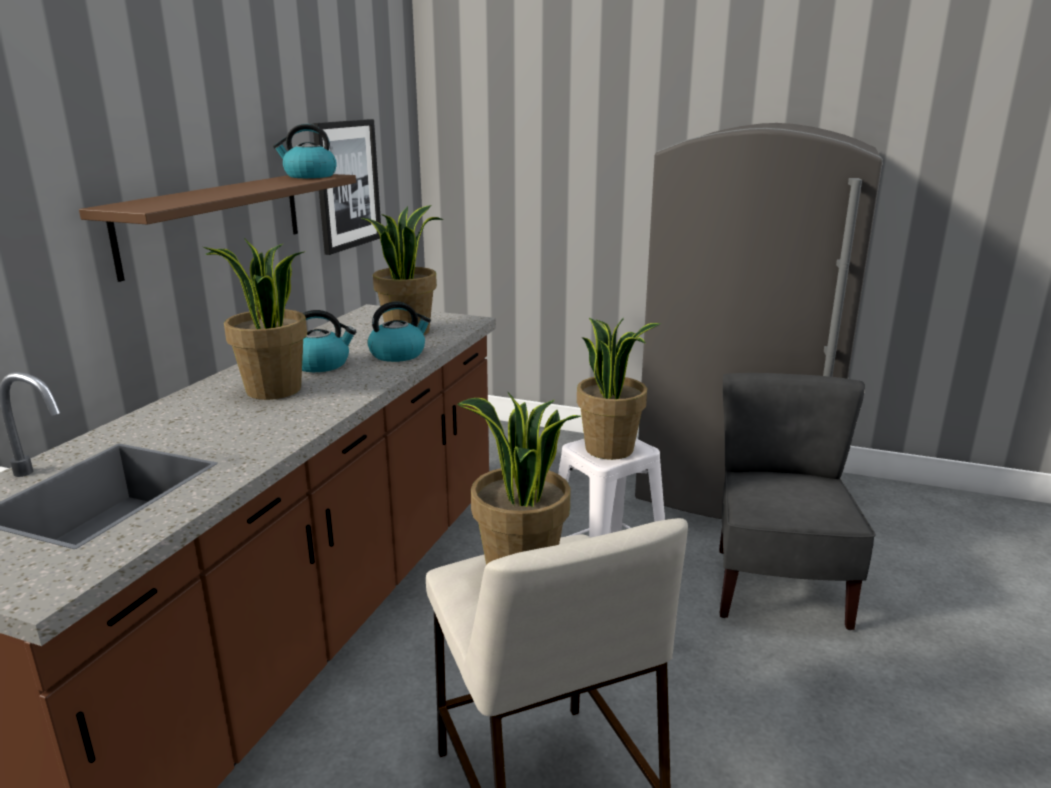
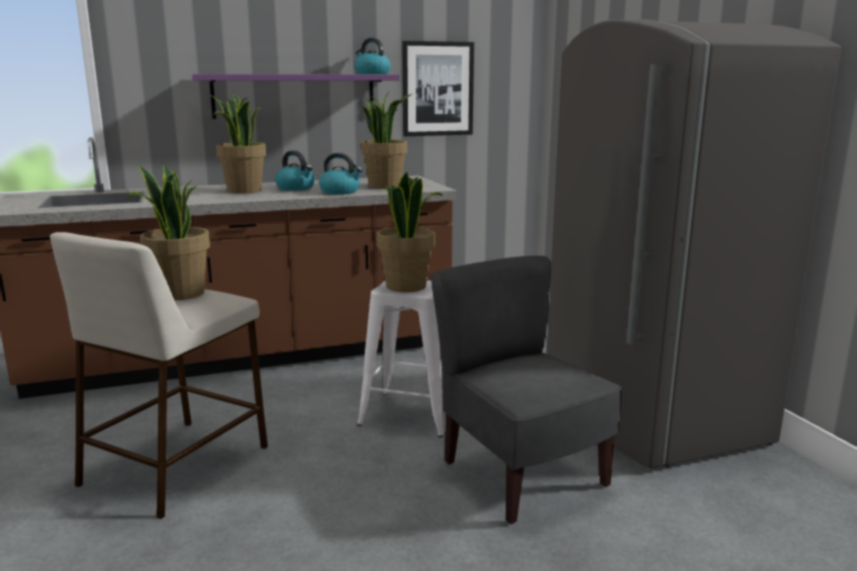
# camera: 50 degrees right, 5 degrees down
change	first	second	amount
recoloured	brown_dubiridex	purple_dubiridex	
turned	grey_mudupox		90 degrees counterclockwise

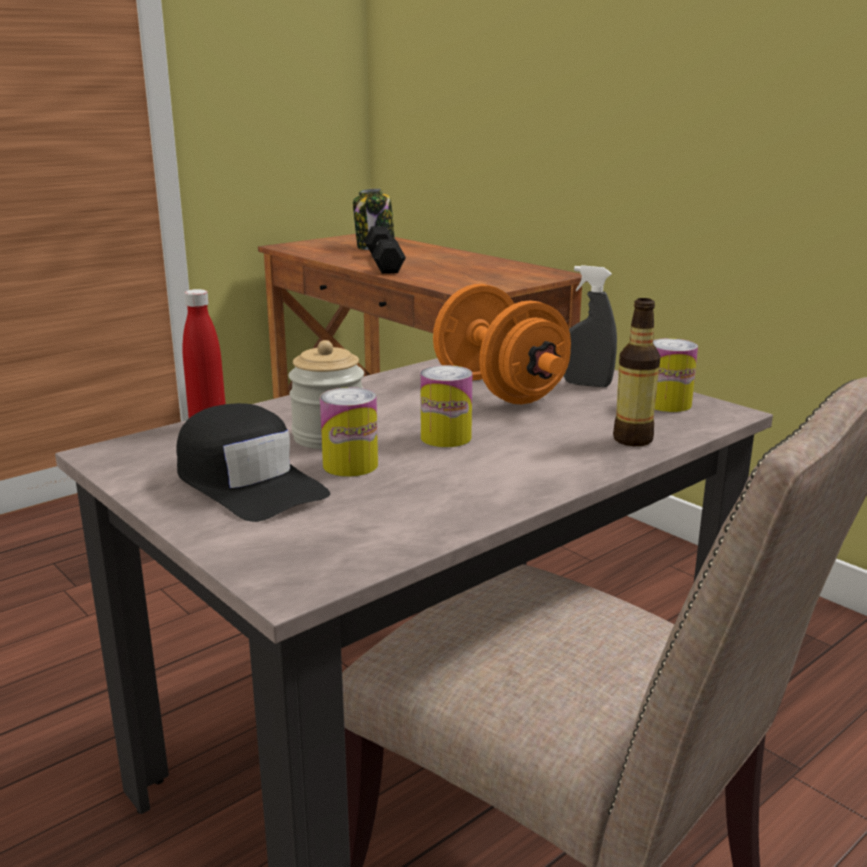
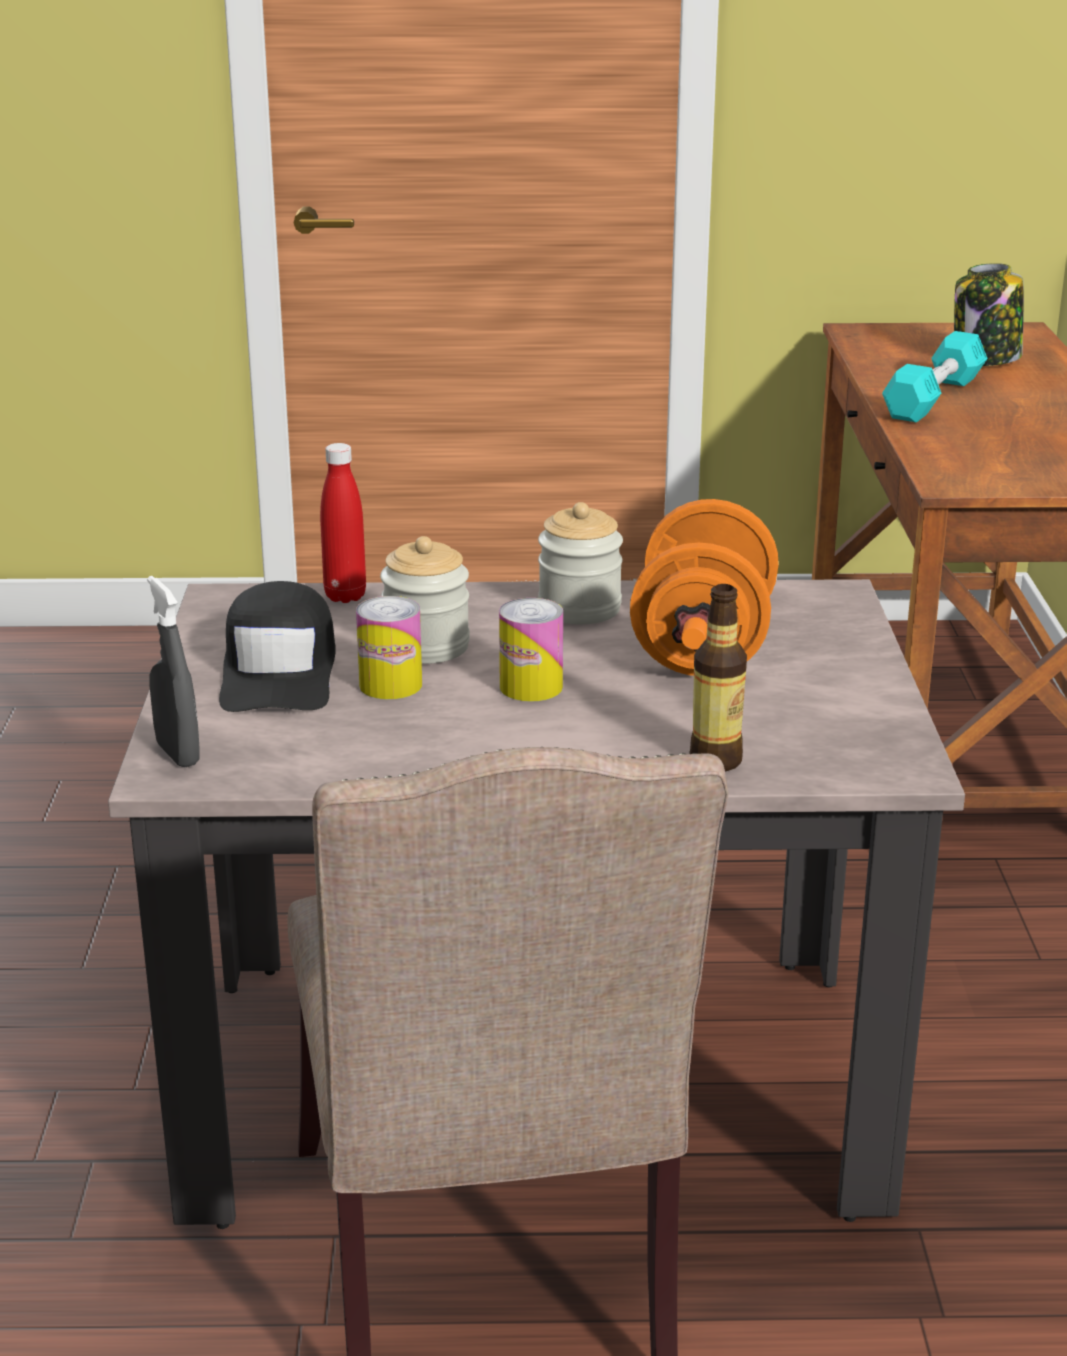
# camera: 40 degrees right, 5 degrees up
change	first	second	amount
recoloured	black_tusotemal	turquoise_tusotemal	
moved	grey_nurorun		
removed	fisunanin (3rd from left)		
added		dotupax (2nd from left)	

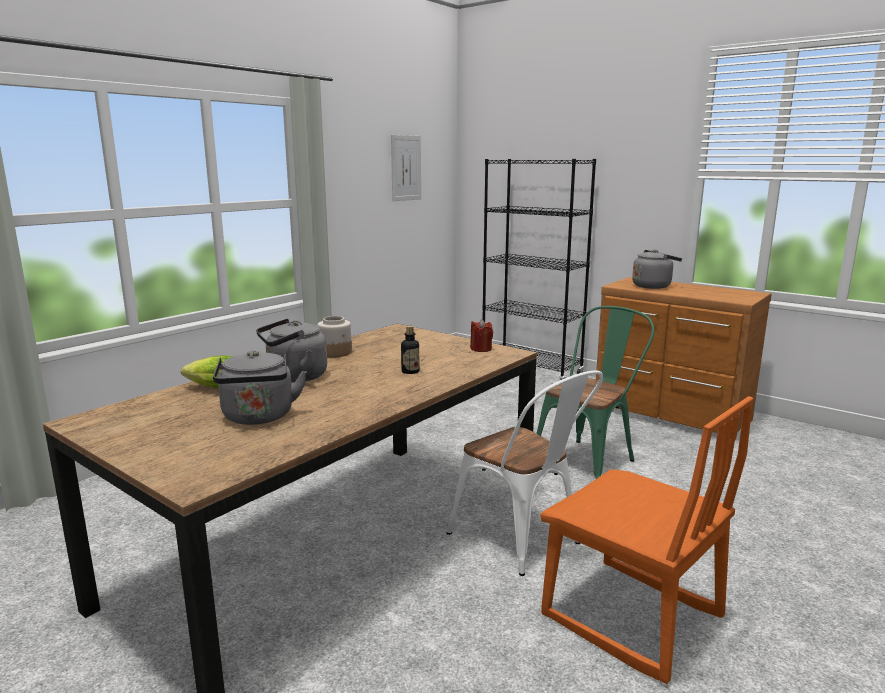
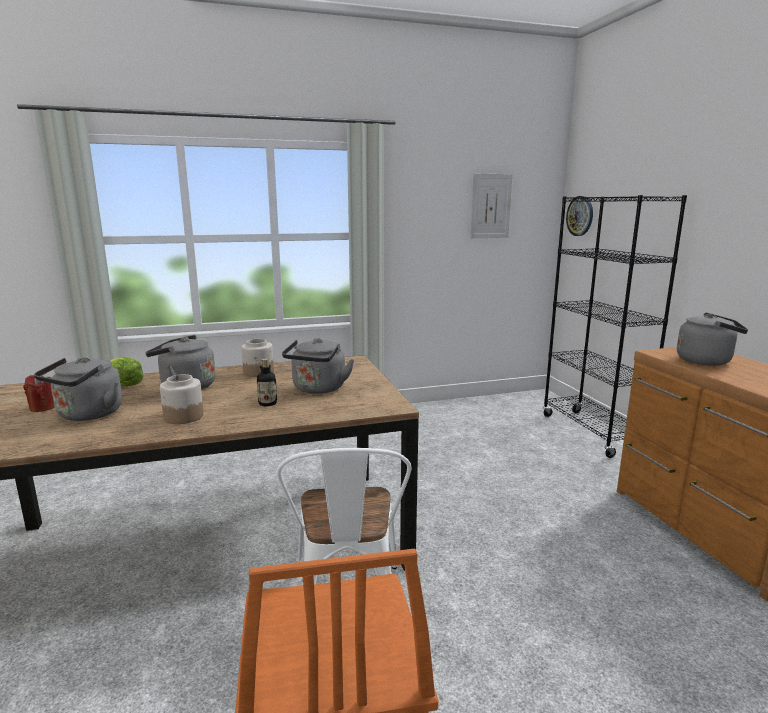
# camera: 35 degrees right, 0 degrees up
change	first	second	amount
moved	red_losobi		
removed	green_mudupox		
added		dotupax (1st from left)	
added		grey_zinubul (3rd from left)	
added		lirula	

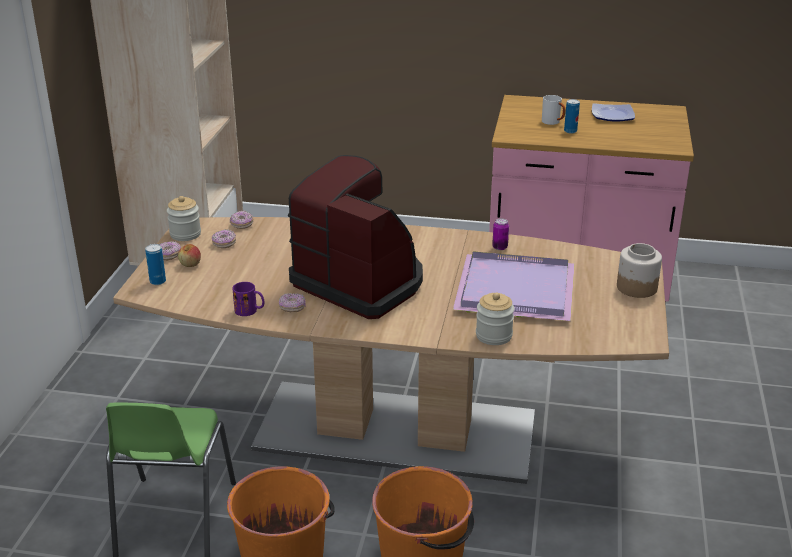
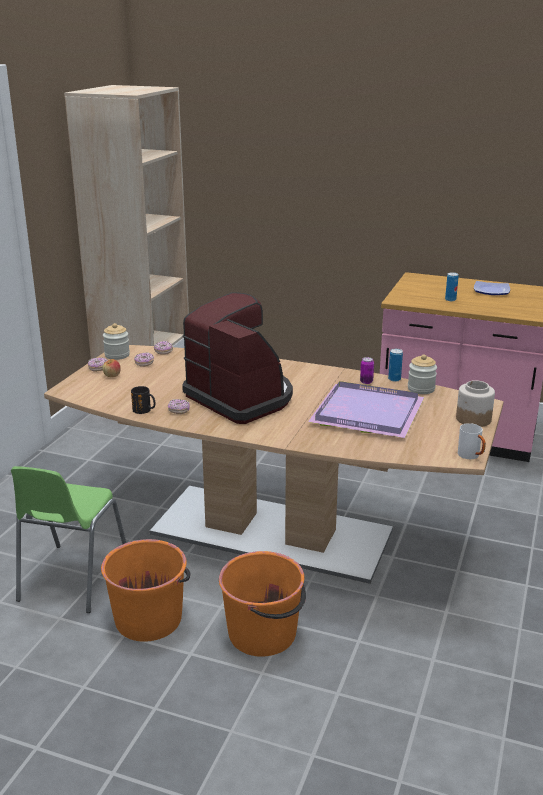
# camera: 10 degrees right, 5 degrees down
change	first	second	amount
moved	fisunanin (1st from left in the first image)	fisunanin (2nd from left)	
recoloured	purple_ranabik	black_ranabik	
moved	dotupax (2nd from left)		
moved	white_ranabik		

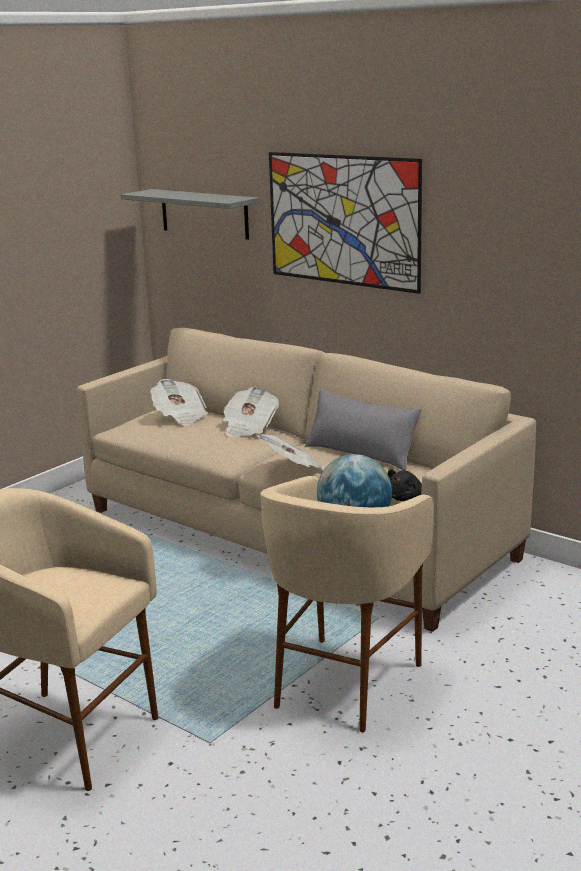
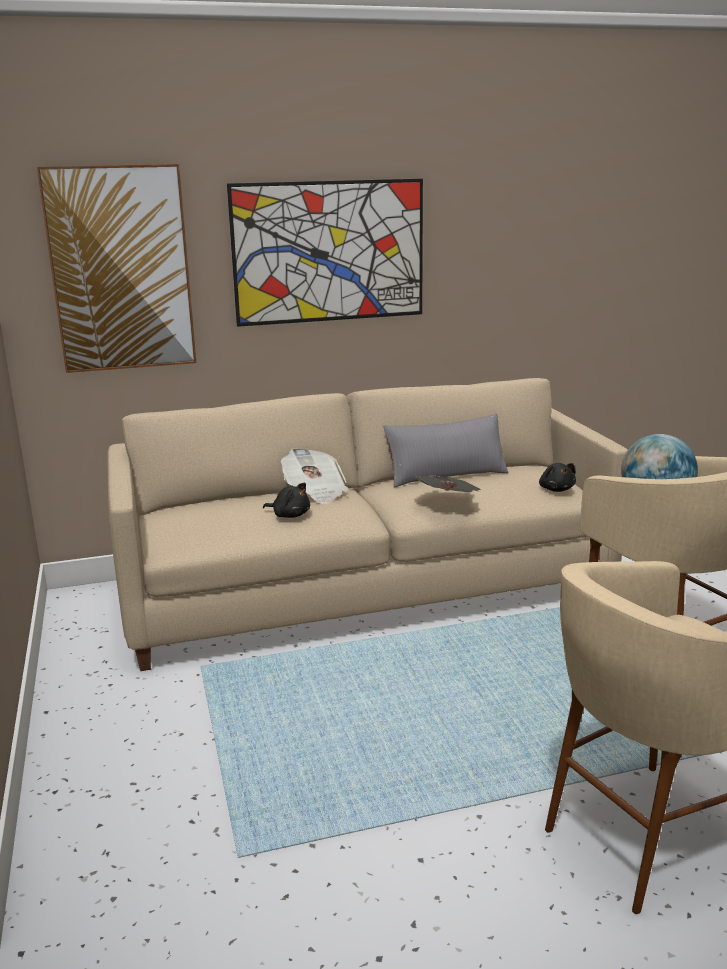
# camera: 55 degrees left, 0 degrees up
change	first	second	amount
replaced	grey_dubiridex	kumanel (1st from left)	
removed	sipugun (1st from left)		
added		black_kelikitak (1st from left)	

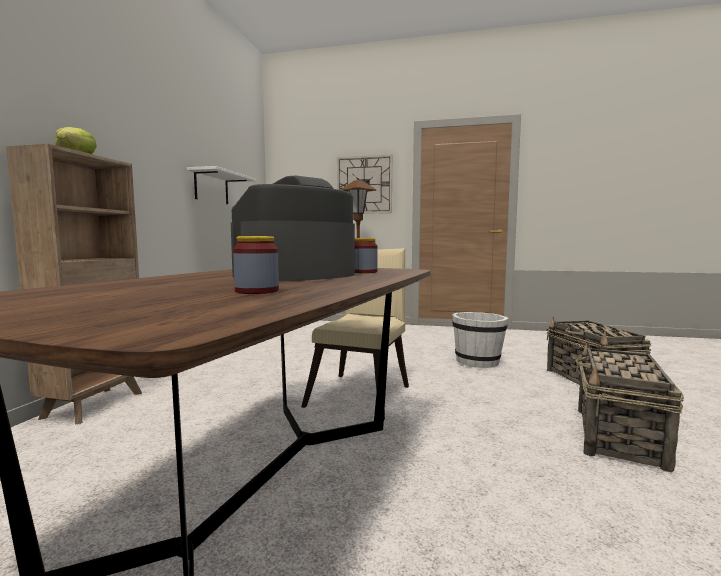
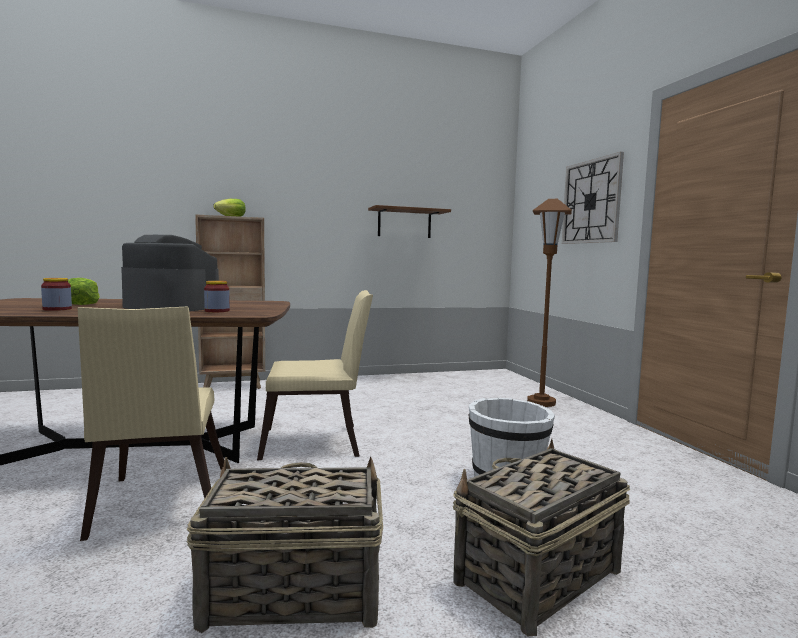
# camera: 60 degrees right, 0 degrees up
change	first	second	amount
recoloured	white_dubiridex	brown_dubiridex	
added		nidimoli (1st from left)	
added		beige_mudupox (1st from left)	

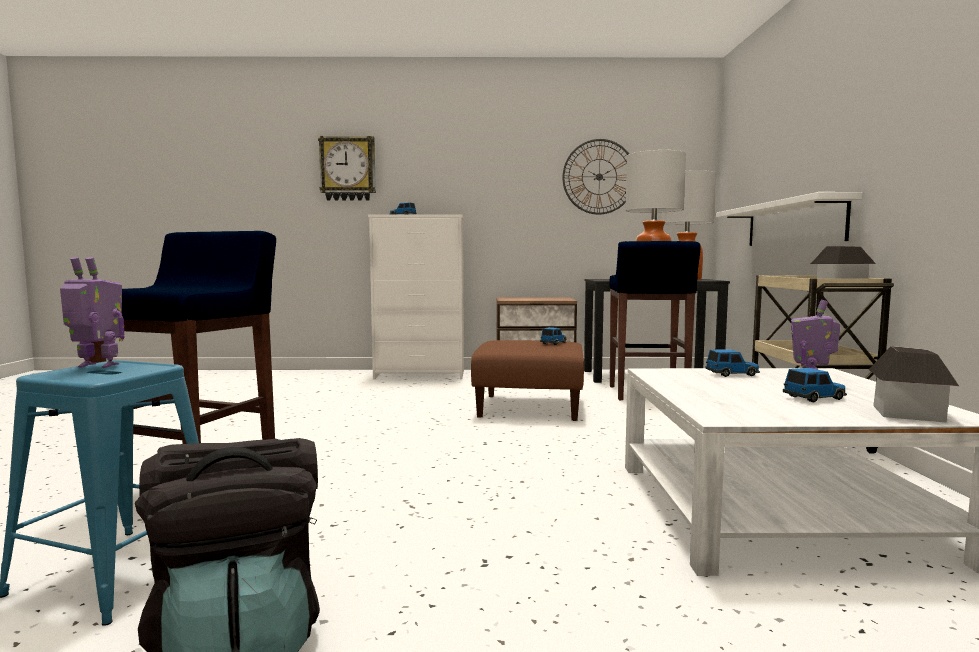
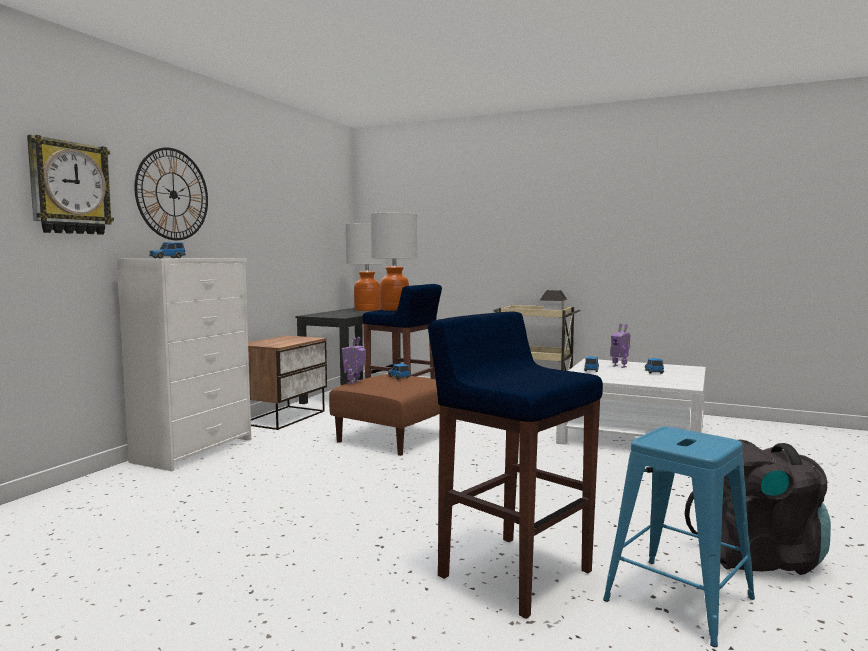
# camera: 65 degrees left, 0 degrees up
change	first	second	amount
moved	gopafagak (1st from left)		
moved	lirula (2nd from left)		
removed	white_dubiridex		
removed	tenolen (2nd from left)		

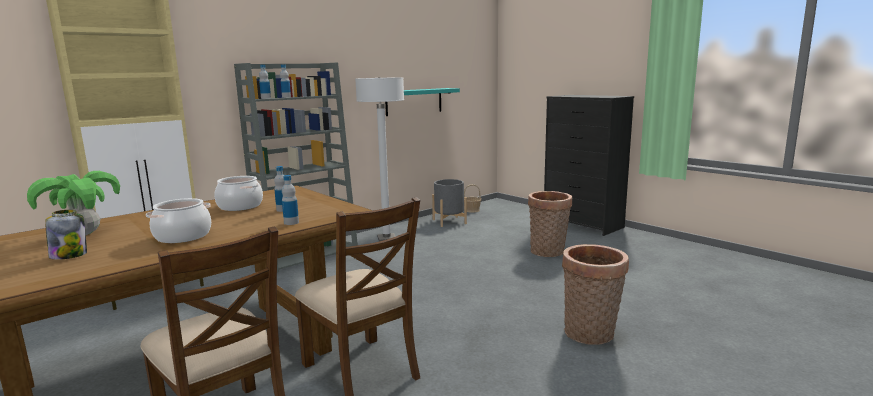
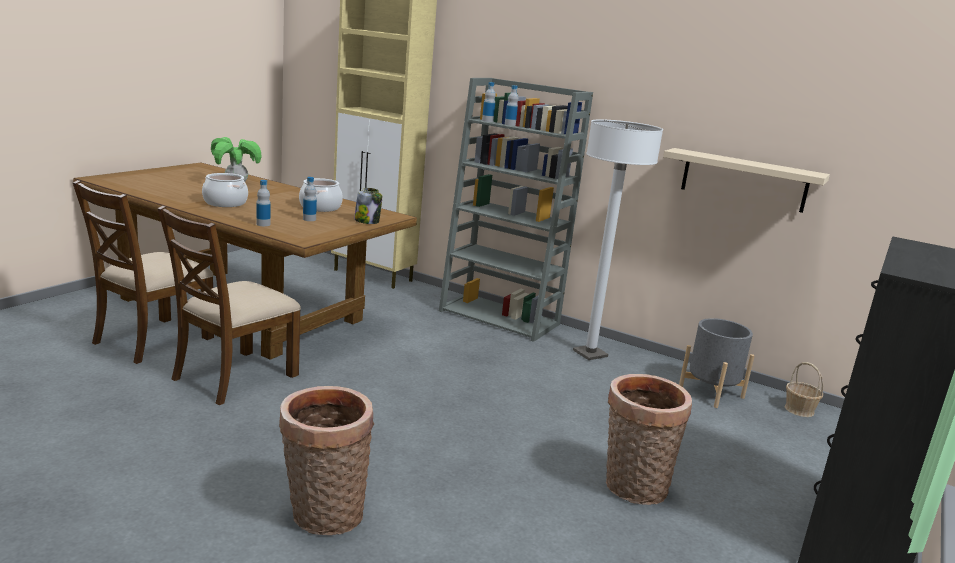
# camera: 70 degrees right, 5 degrees up
change	first	second	amount
moved	dotupax		
recoloured	turquoise_dubiridex	beige_dubiridex	

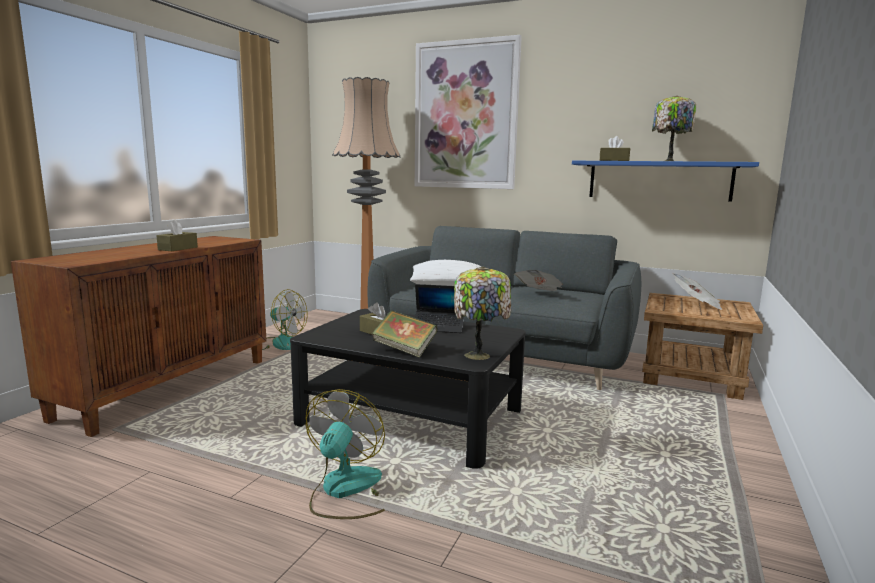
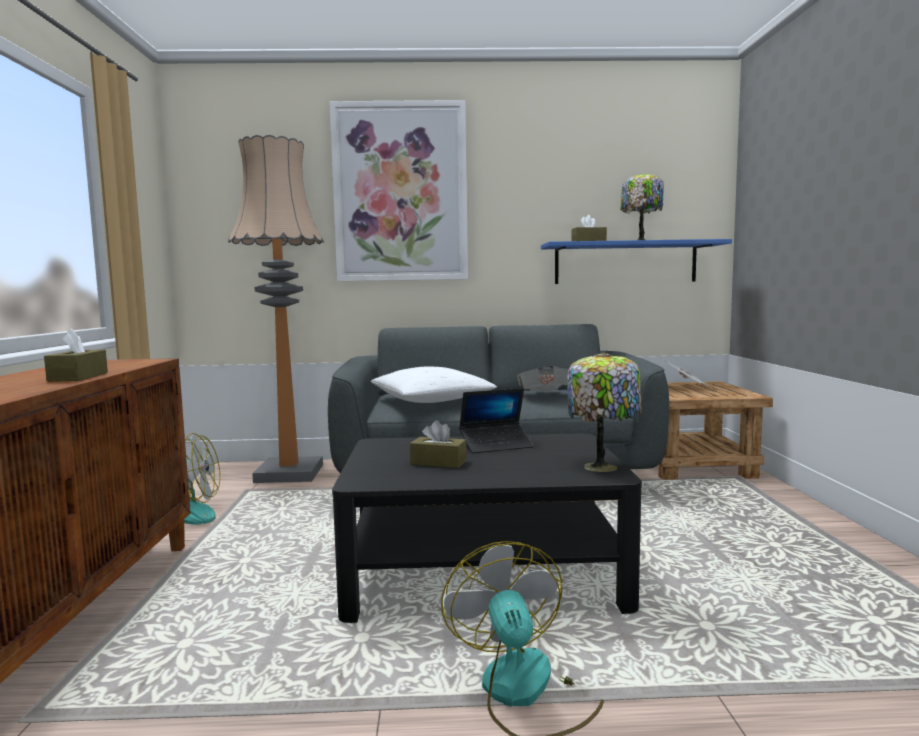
# camera: 25 degrees left, 5 degrees down
change	first	second	amount
removed	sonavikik		

